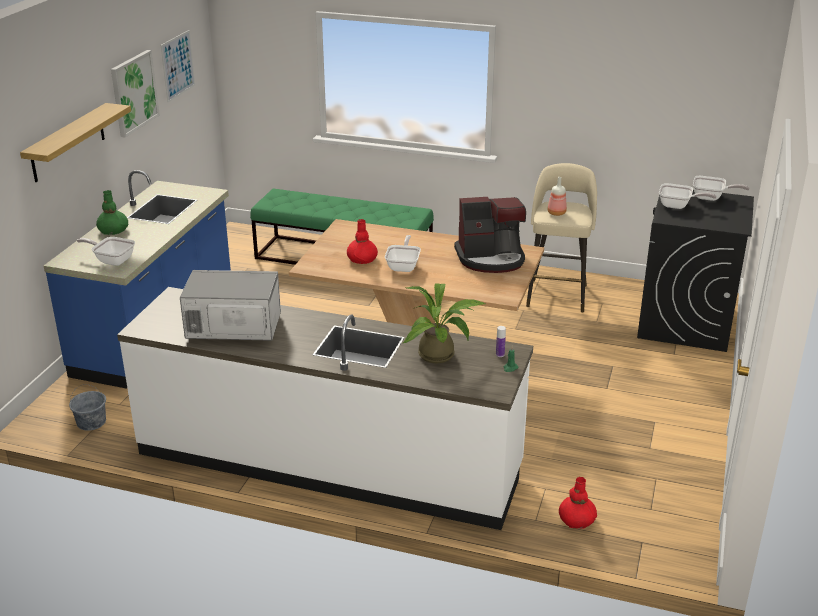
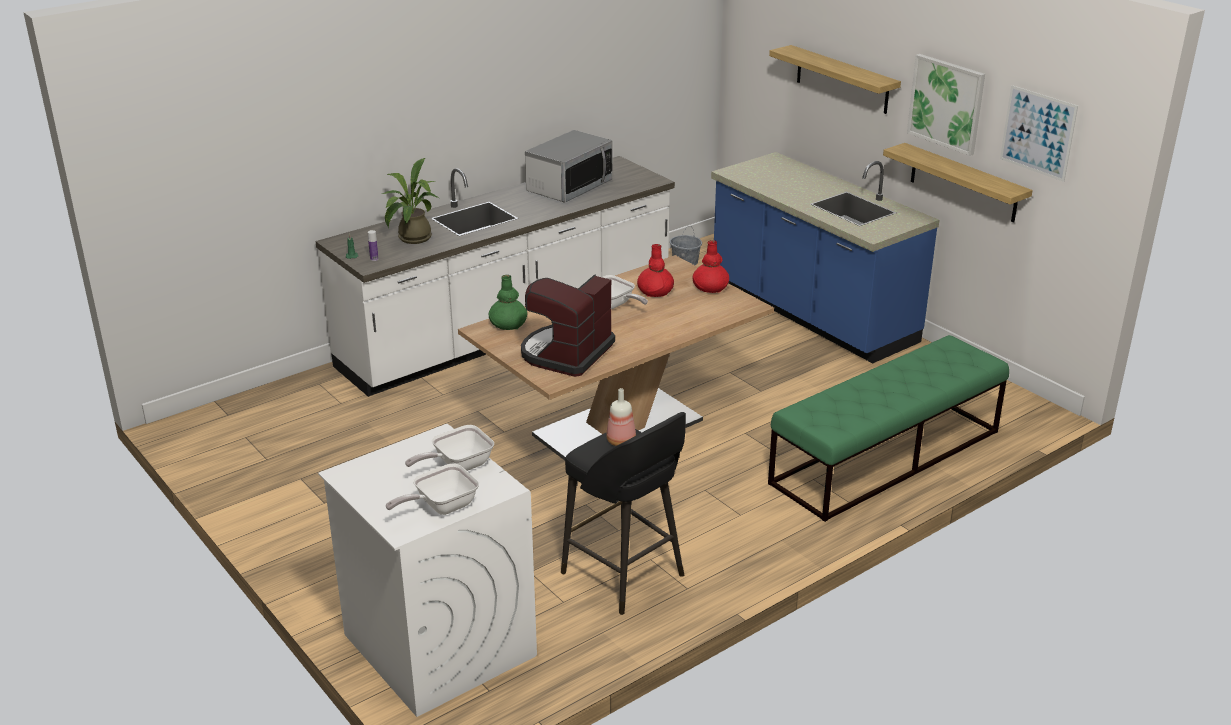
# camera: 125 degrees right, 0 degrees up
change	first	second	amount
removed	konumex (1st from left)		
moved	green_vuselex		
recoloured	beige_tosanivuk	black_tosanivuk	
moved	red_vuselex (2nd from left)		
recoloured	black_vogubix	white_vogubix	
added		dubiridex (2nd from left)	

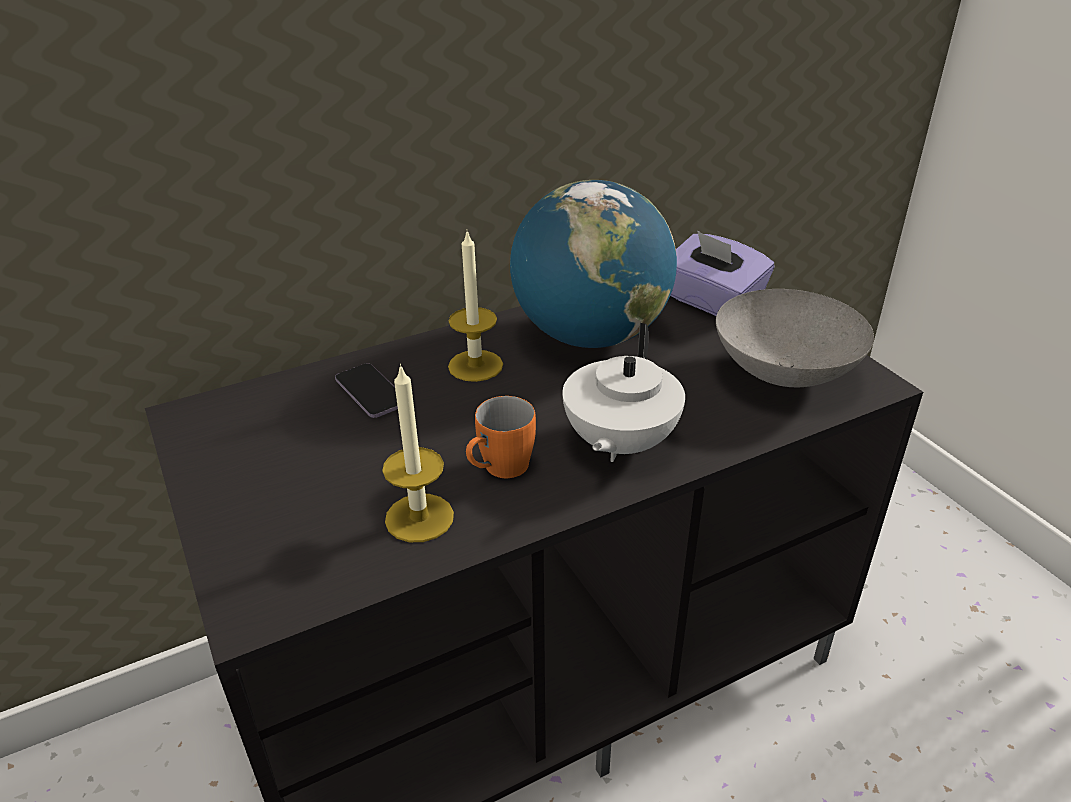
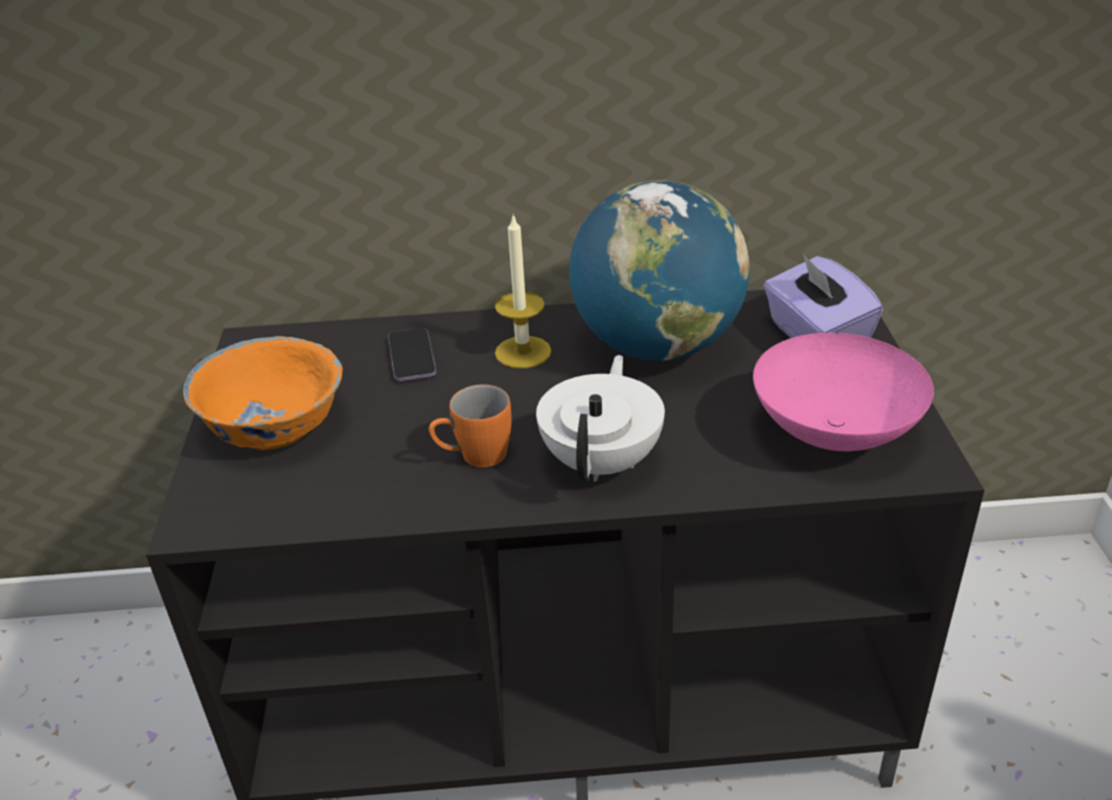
# camera: 25 degrees right, 0 degrees up
change	first	second	amount
removed	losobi (1st from left)		
turned	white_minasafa		150 degrees clockwise
recoloured	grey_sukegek	pink_sukegek	
added		orange_sukegek	

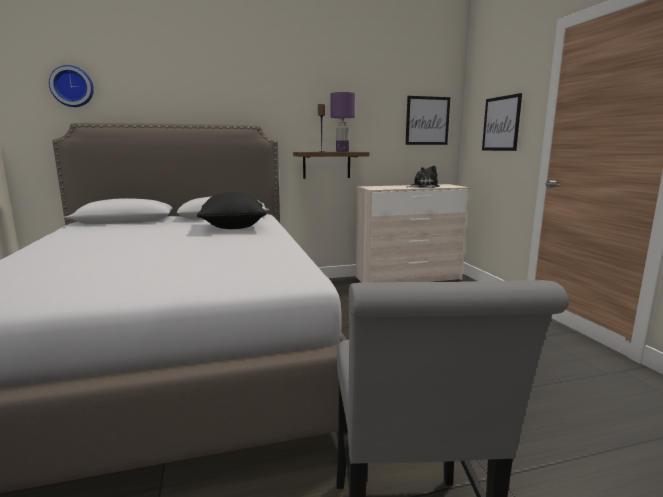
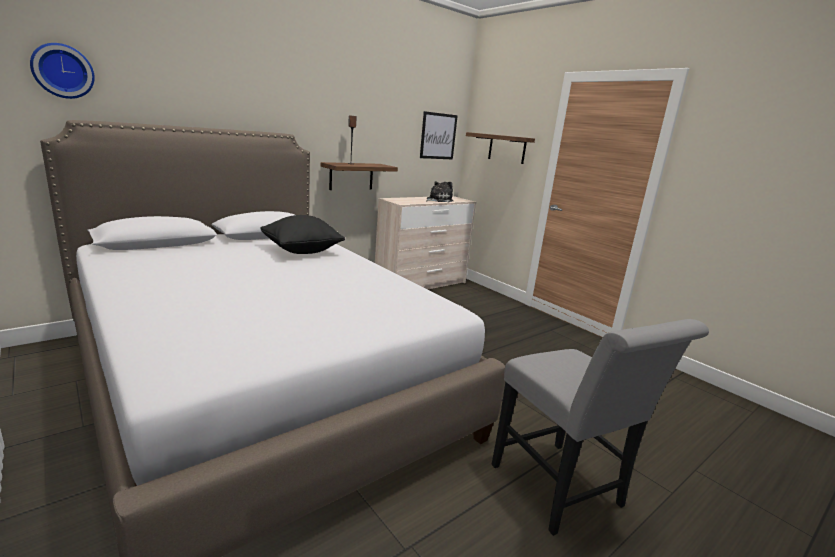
# camera: 25 degrees left, 5 degrees up
change	first	second	amount
removed	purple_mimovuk		
replaced	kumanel (2nd from left)	dubiridex (2nd from left)	

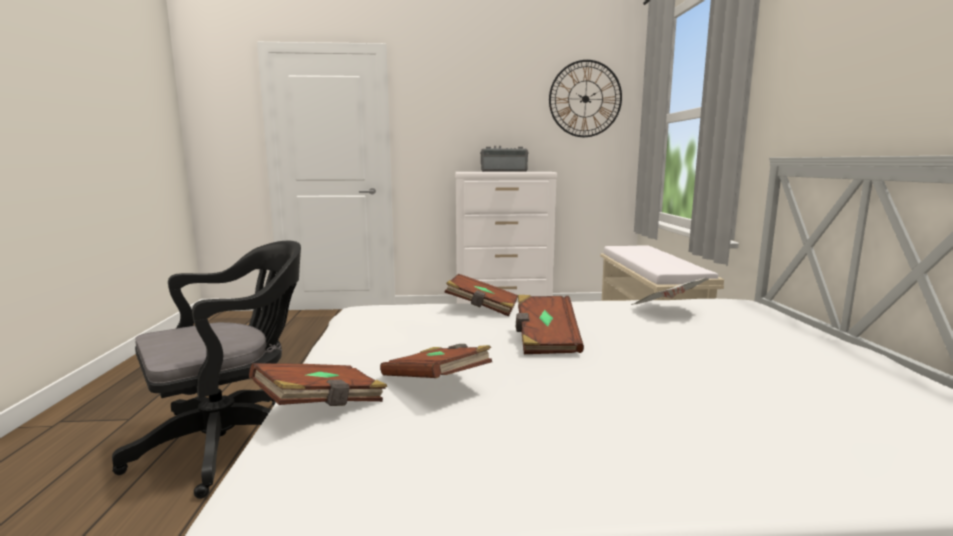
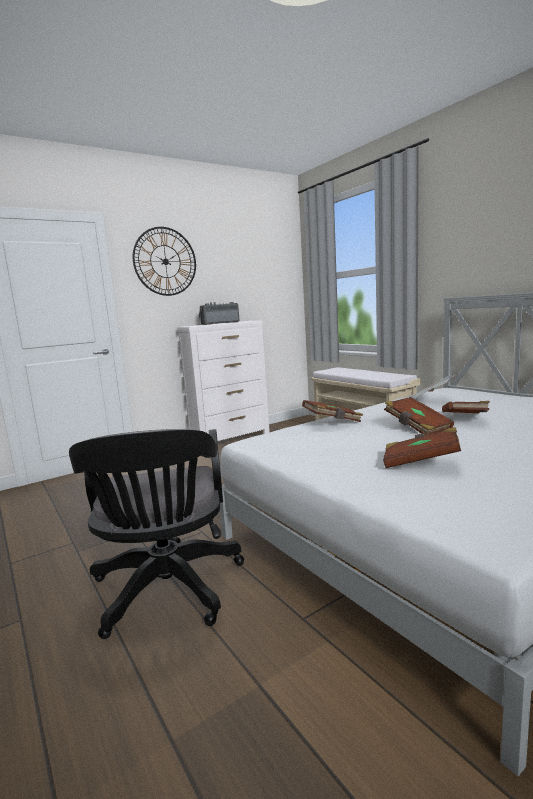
# camera: 30 degrees left, 0 degrees up
change	first	second	amount
turned	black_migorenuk		150 degrees clockwise
moved	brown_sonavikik (1st from left in the first image)	brown_sonavikik (4th from left)	
moved	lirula		

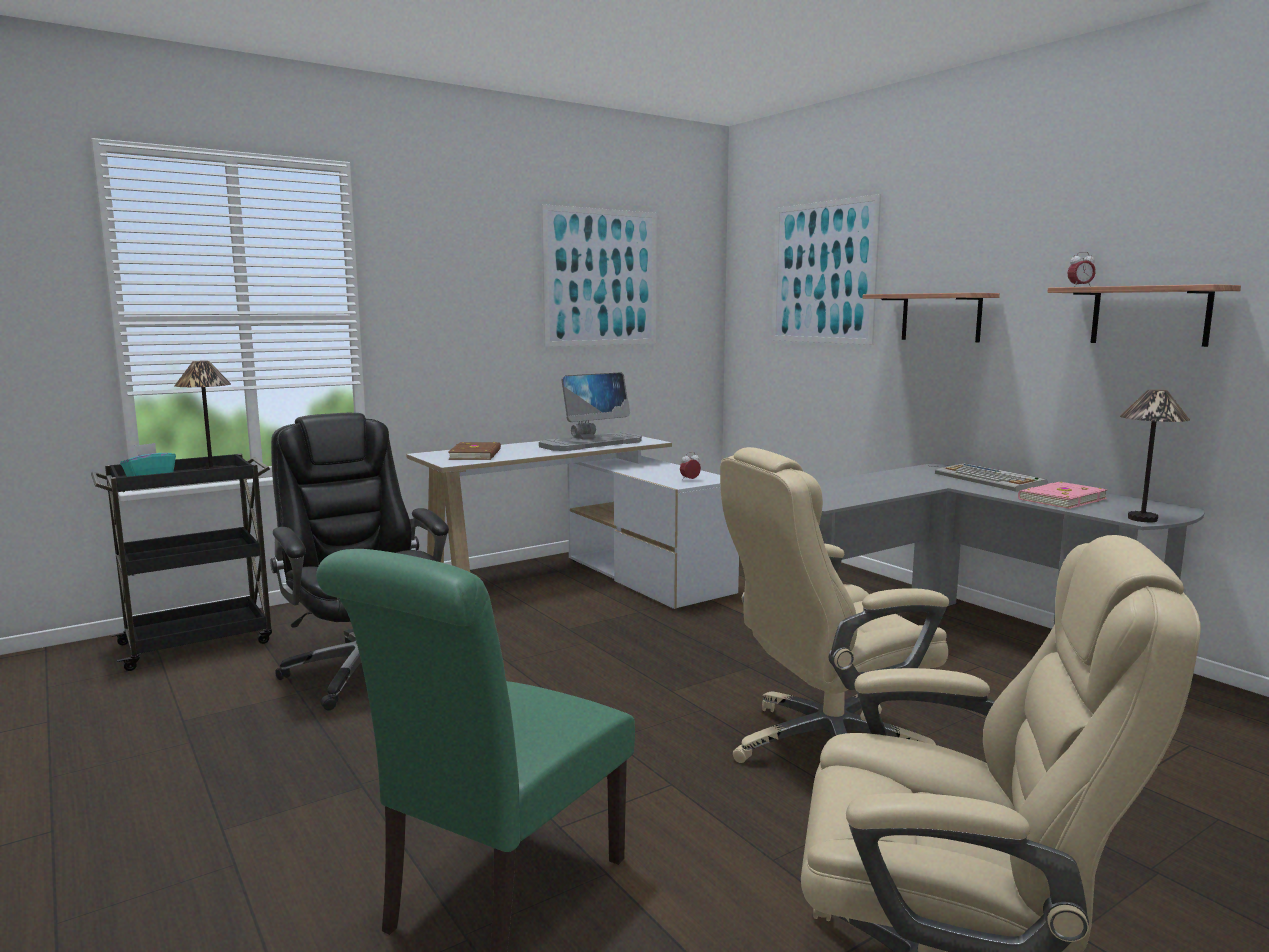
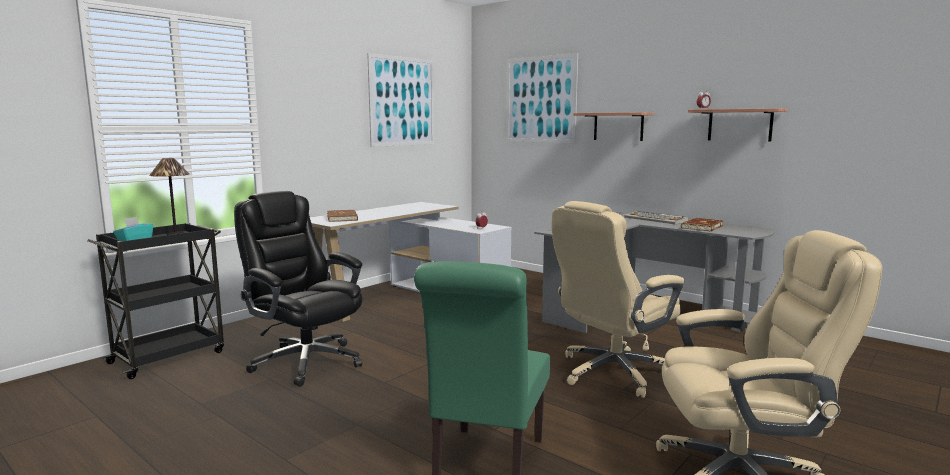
# camera: 15 degrees left, 0 degrees up
change	first	second	amount
removed	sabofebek		
recoloured	pink_sonavikik	brown_sonavikik (2nd from left)	
removed	mimovuk (2nd from left)		

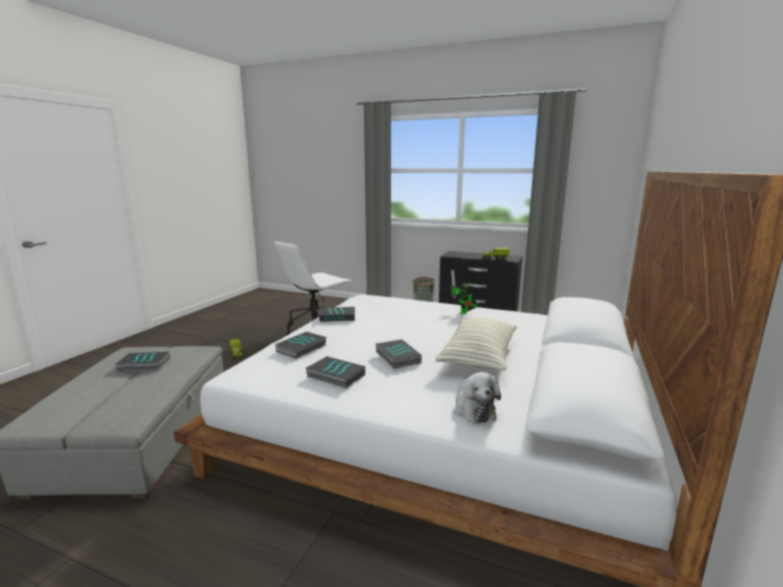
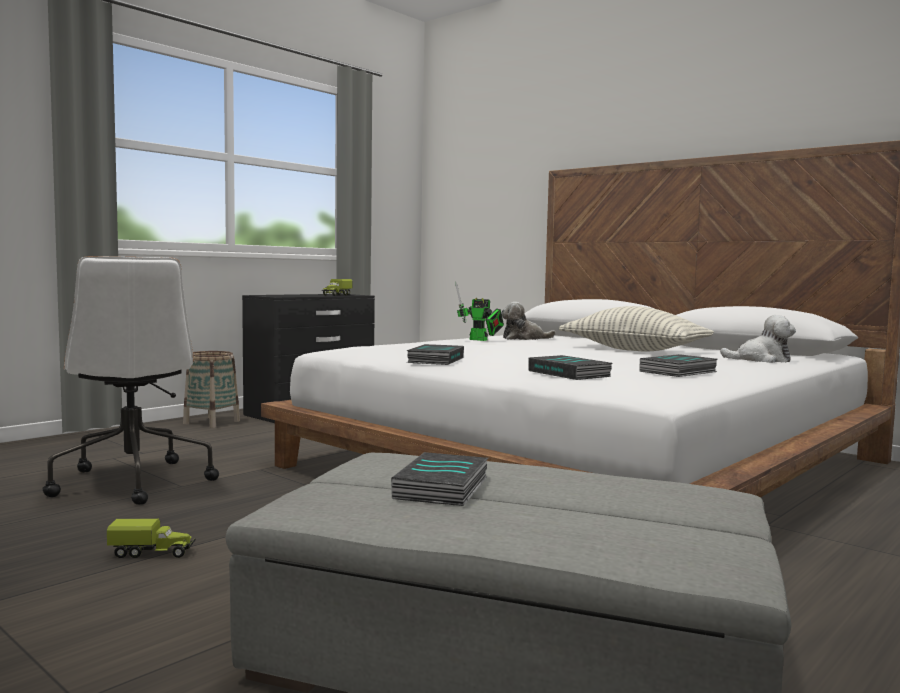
# camera: 70 degrees left, 10 degrees down
change	first	second	amount
removed	sonavikik (5th from left)		
added		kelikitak (1st from left)	

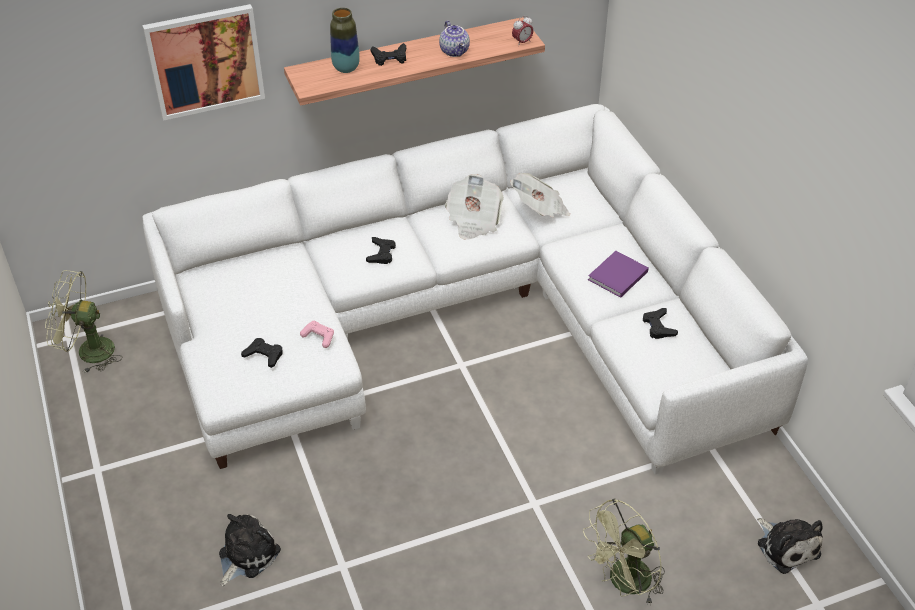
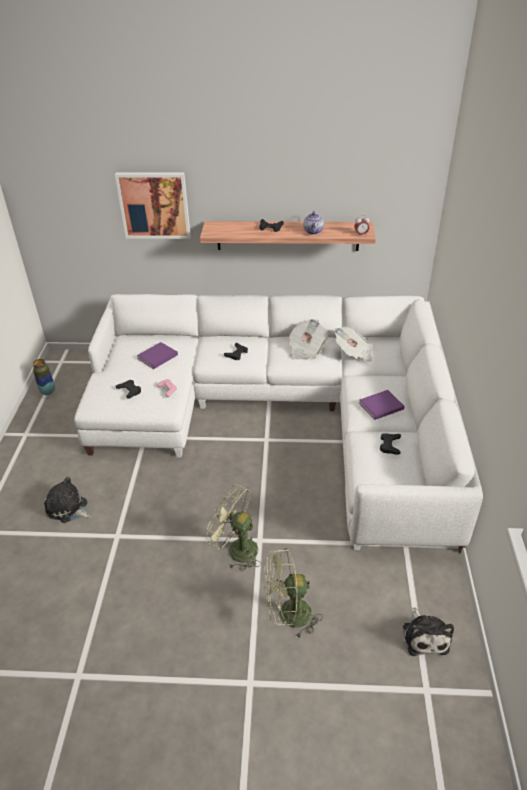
# camera: 25 degrees right, 5 degrees down
change	first	second	amount
moved	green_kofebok (1st from left)		
turned	kelikitak (1st from left)		120 degrees counterclockwise
moved	vuselex		
added		purple_sonavikik (1st from left)	

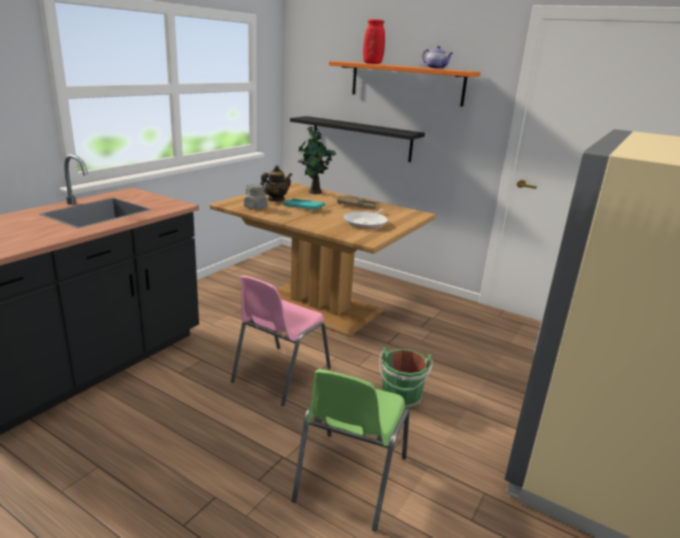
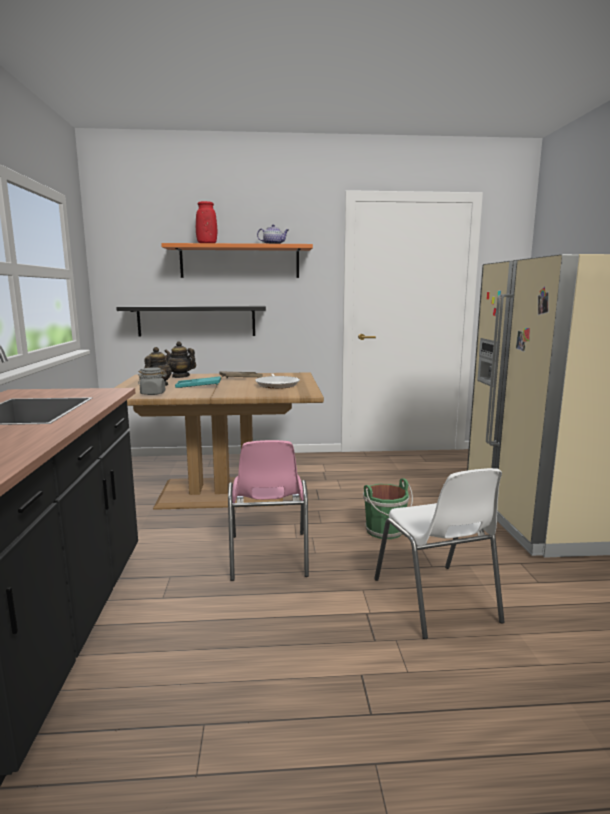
# camera: 35 degrees left, 10 degrees down
change	first	second	amount
recoloured	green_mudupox	white_mudupox	
replaced	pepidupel	minasafa (2nd from left)	

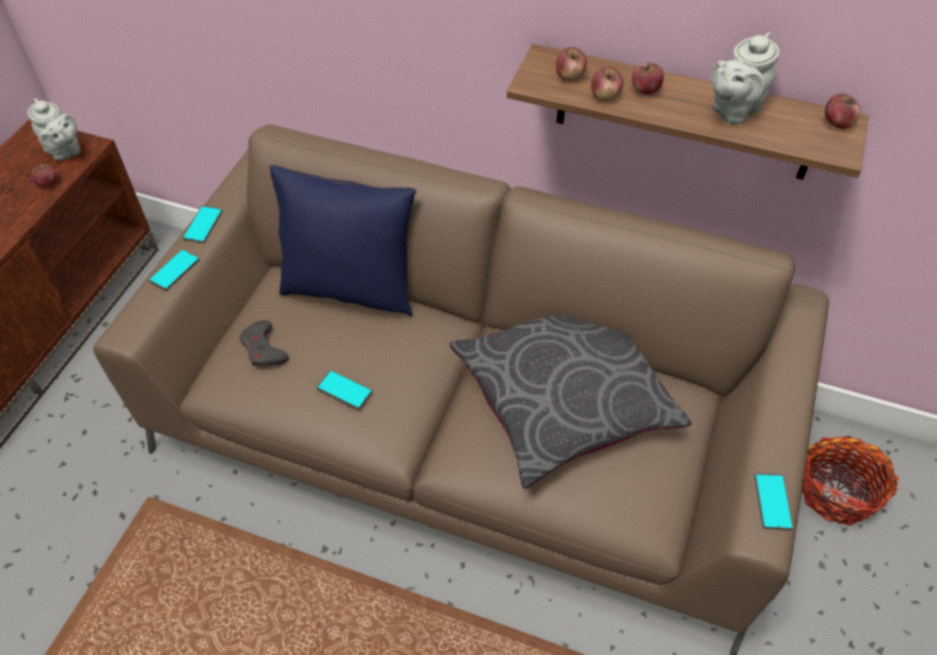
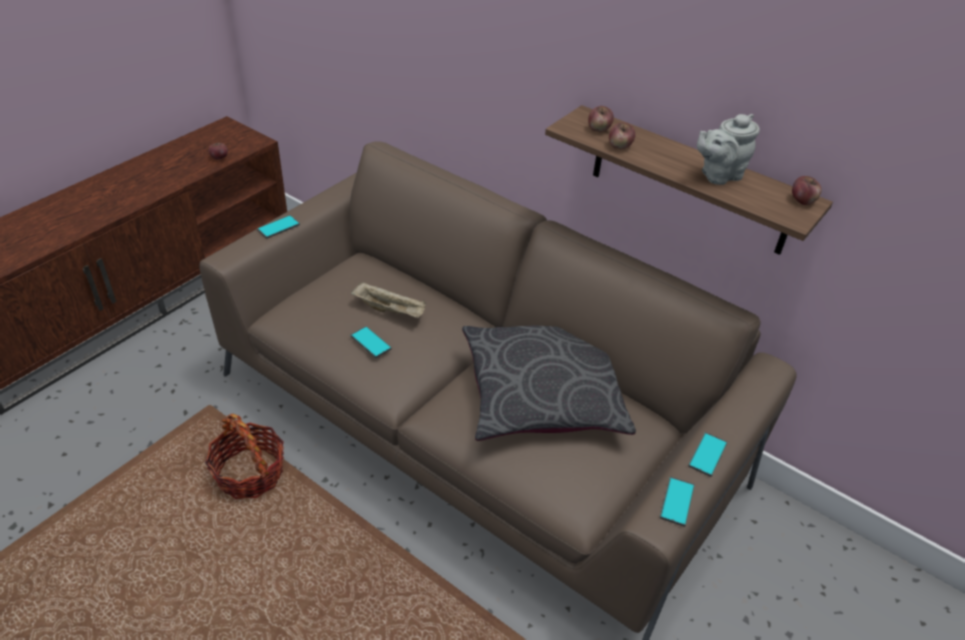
# camera: 15 degrees right, 10 degrees down
change	first	second	amount
removed	grey_minasafa (1st from left)		
moved	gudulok (2nd from left in the first image)	gudulok (4th from left)	
removed	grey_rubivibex		
removed	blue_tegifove		
removed	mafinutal (4th from left)		
moved	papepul		
added		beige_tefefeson	

